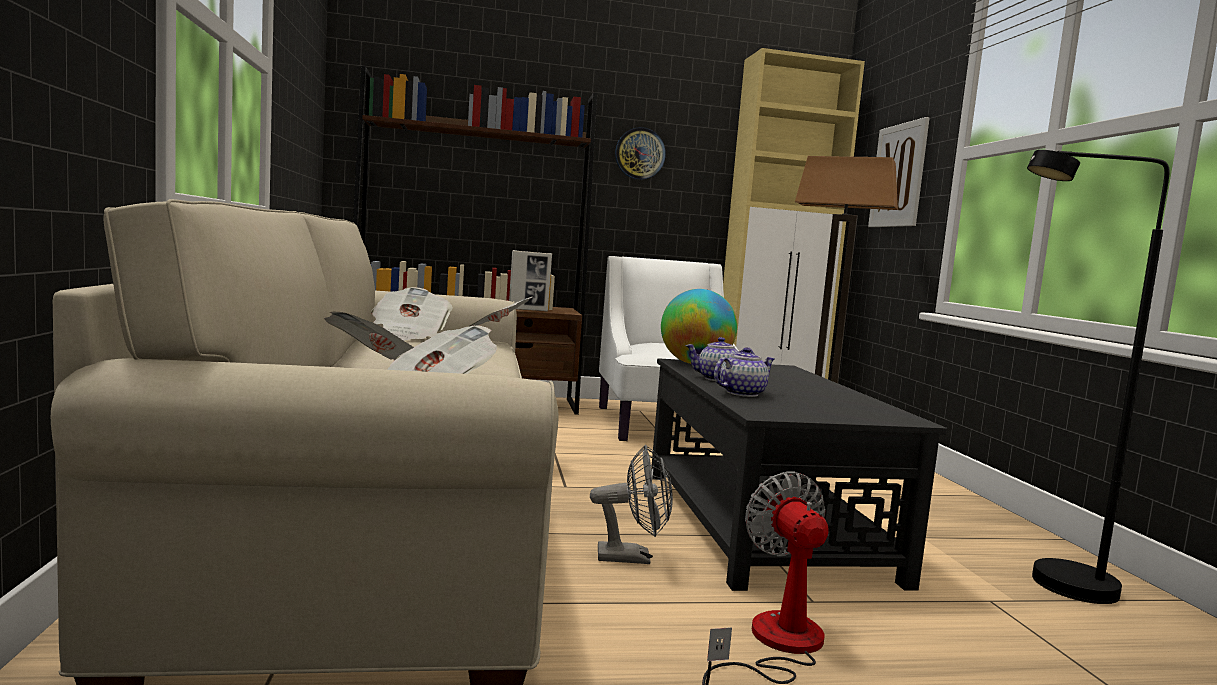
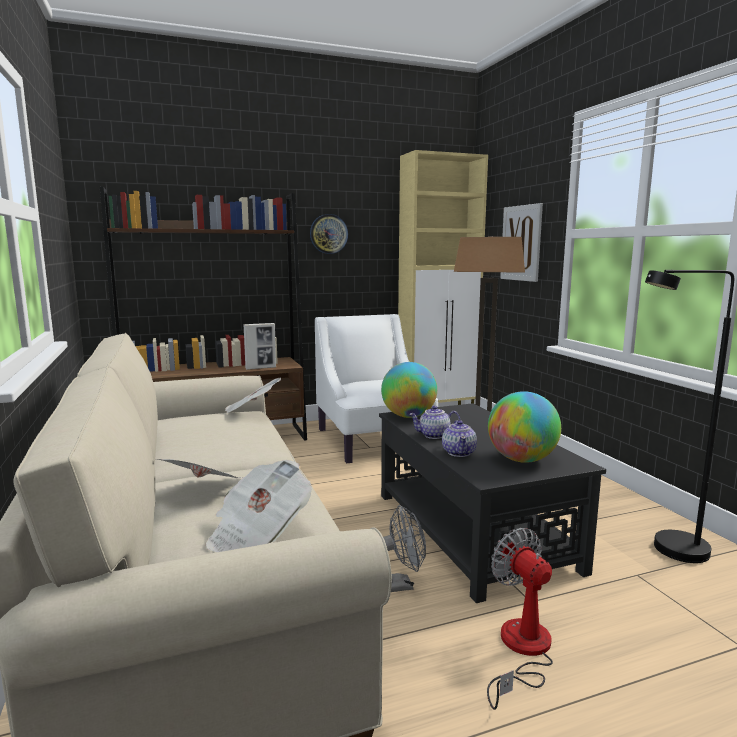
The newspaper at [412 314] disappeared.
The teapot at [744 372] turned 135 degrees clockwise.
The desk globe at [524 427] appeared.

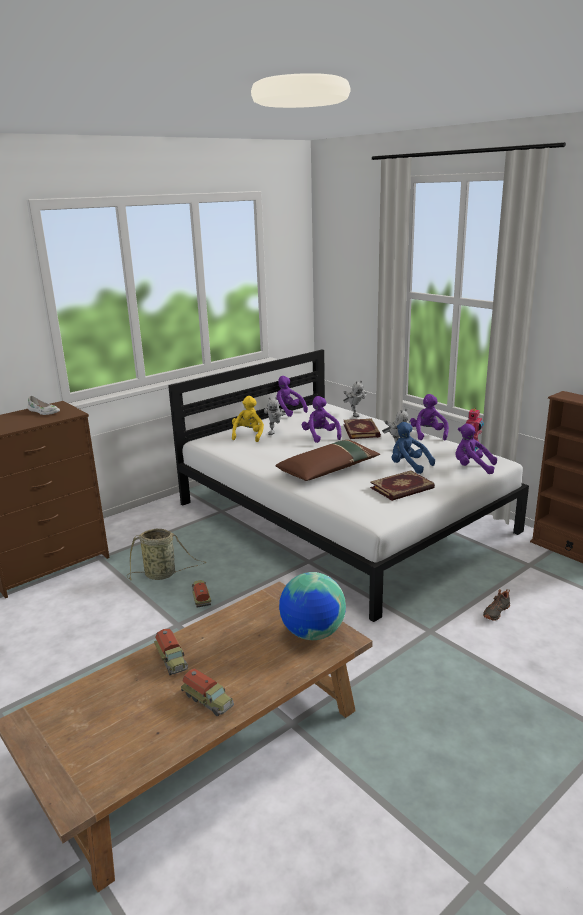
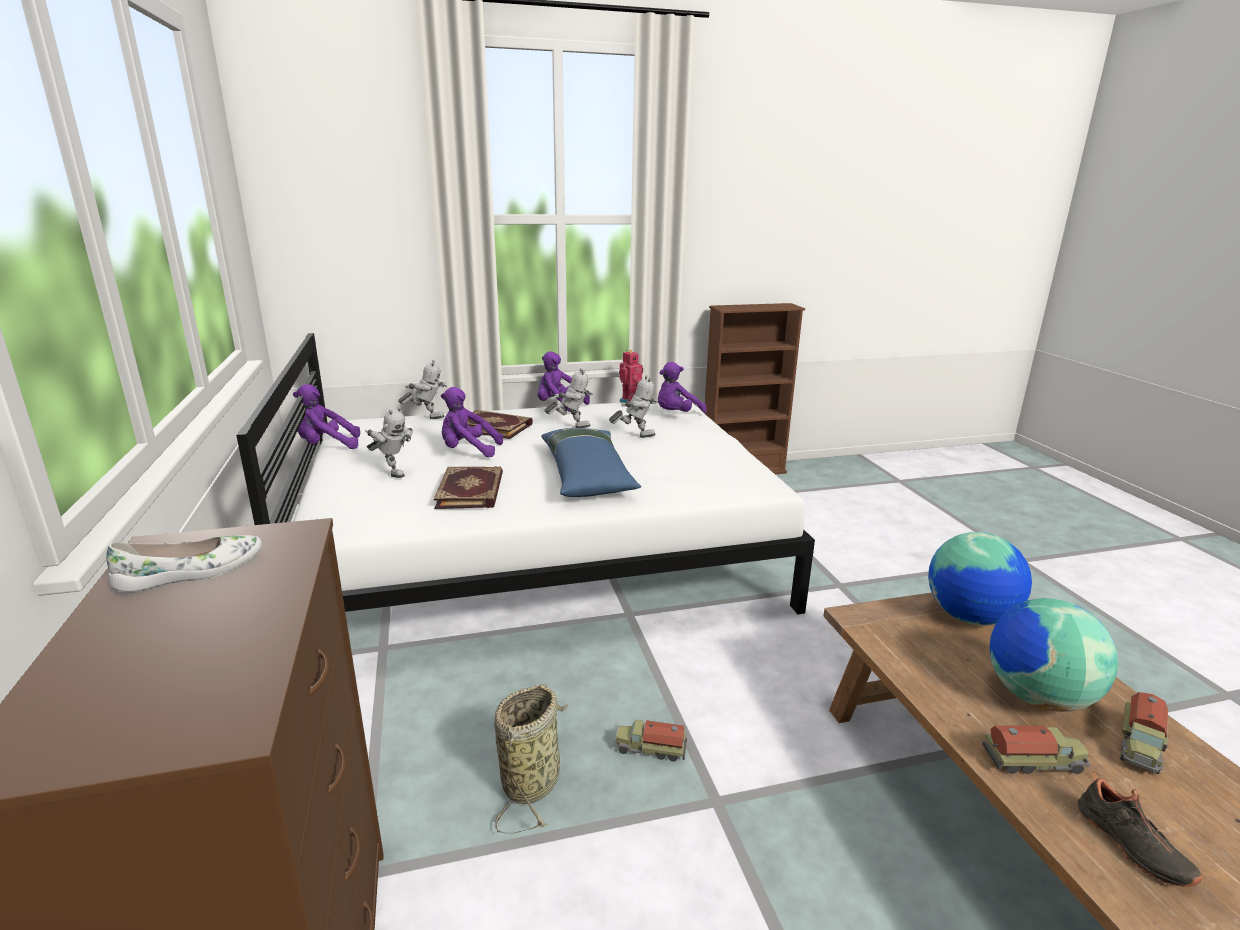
The yellow plush toy at [248 419] disappeared.
The blue-coloured plush toy at [413 448] was replaced by the model robot at [633 406].
The brown-coloured throw pillow at [327 460] became the blue-coloured throw pillow at [591 462].
The book moved from [402 486] to [468 487].
The blackish item of footwear moved from [496 605] to [1140 829].
The toy truck at [207 692] turned 150 degrees clockwise.
The desk globe at [1053 655] appeared.

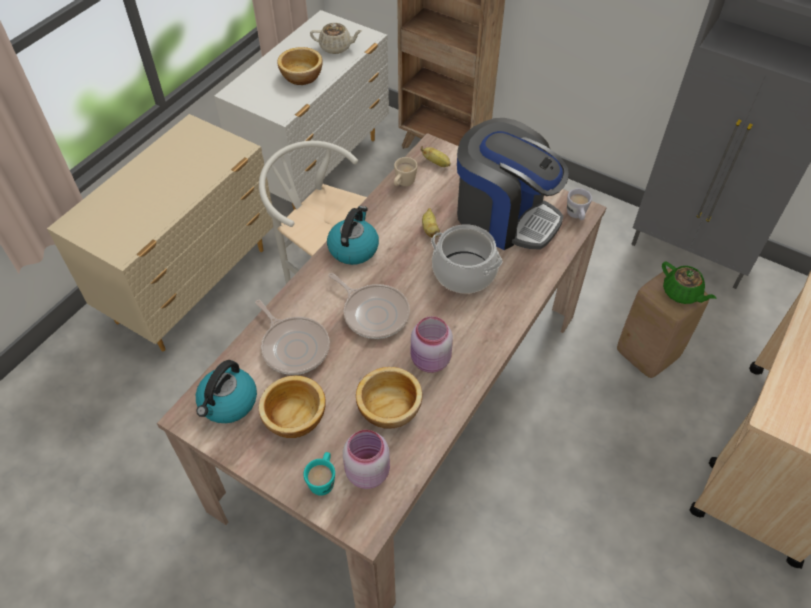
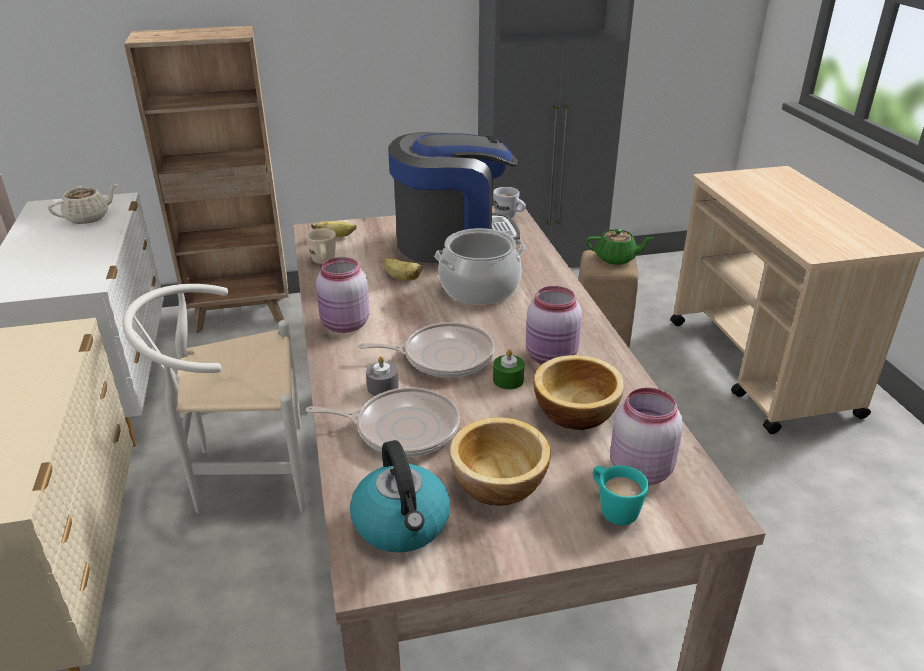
The bowl at [300 66] disappeared.
The kettle at [353 235] was replaced by the pink jar at [343 295].
The greenish wax candle at [509 369] appeared.
The gray wax candle at [382 376] appeared.

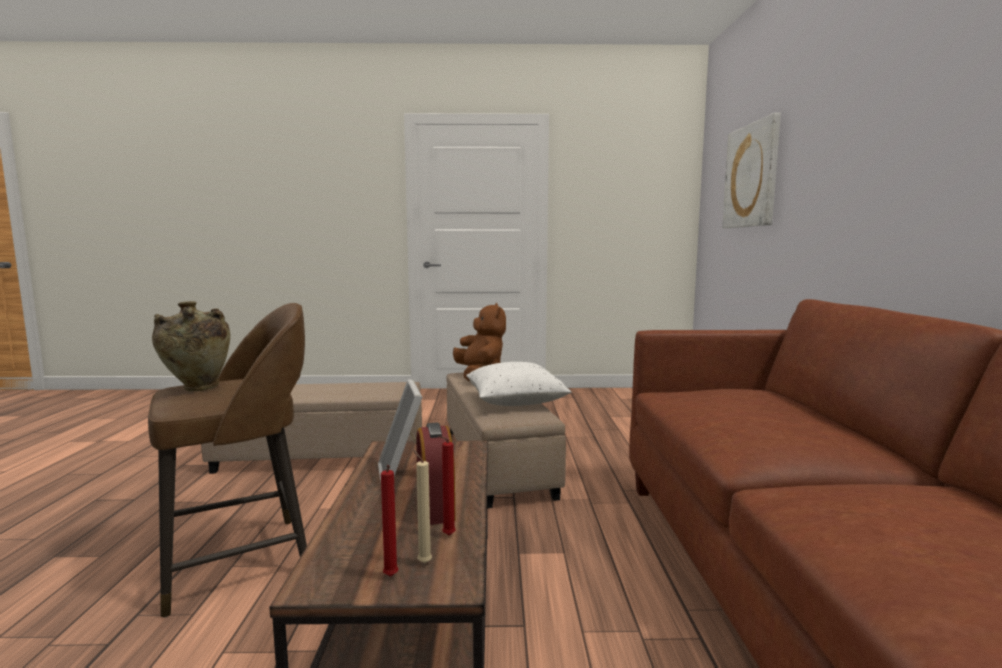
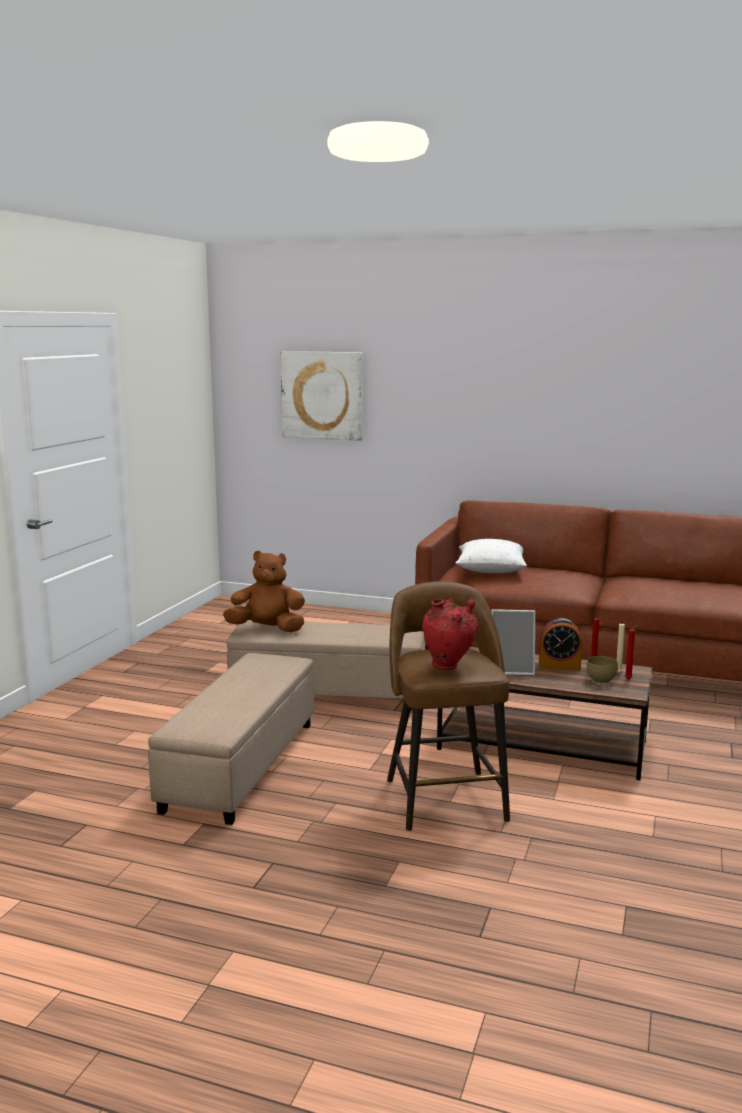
The sand-coloured flower vase at [191 346] became the reddish flower vase at [450 634].
The white-coloured throw pillow moved from [518 384] to [491 556].
The brown-coloured bowl at [602 670] appeared.

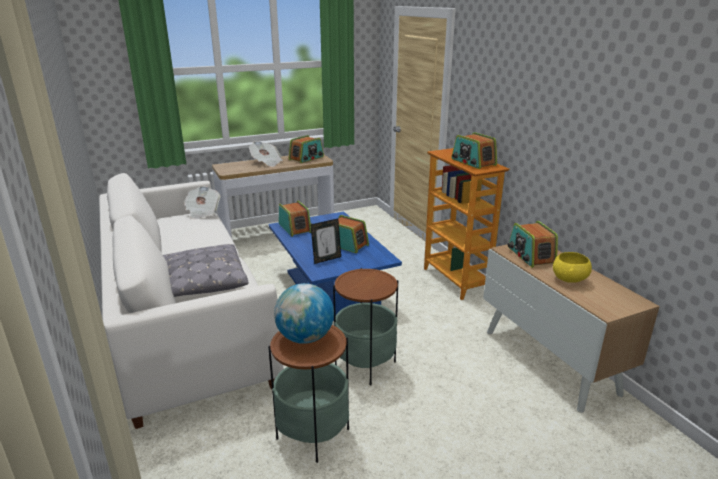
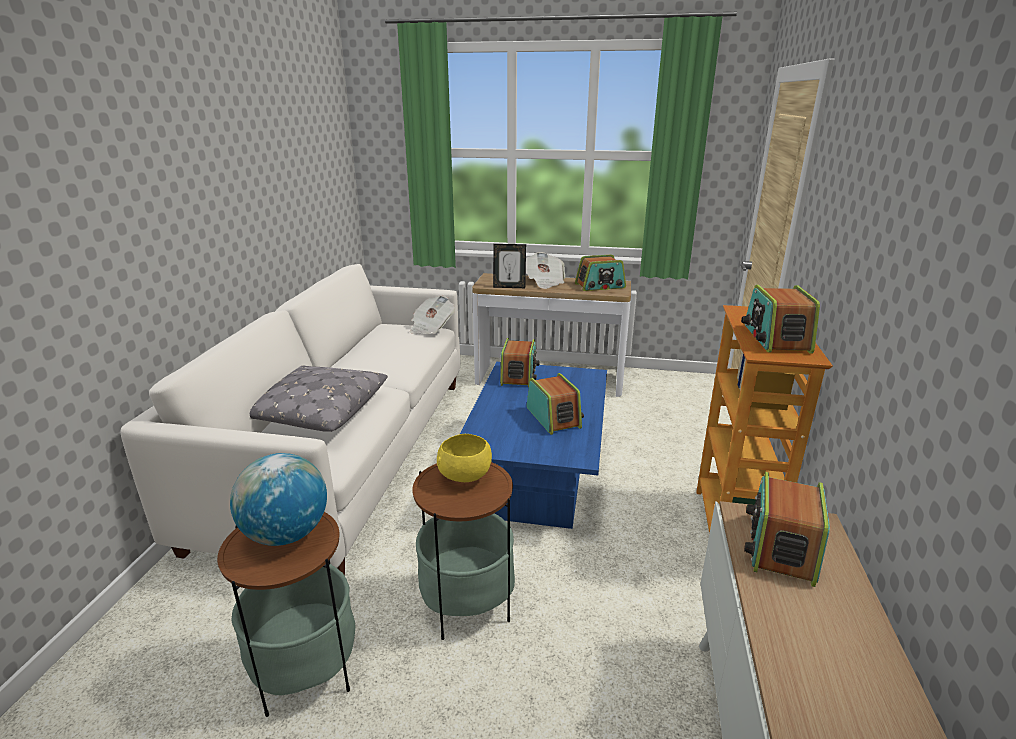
The photo frame moved from [325 241] to [509 266].
The yellow bowl moved from [572 267] to [464 458].

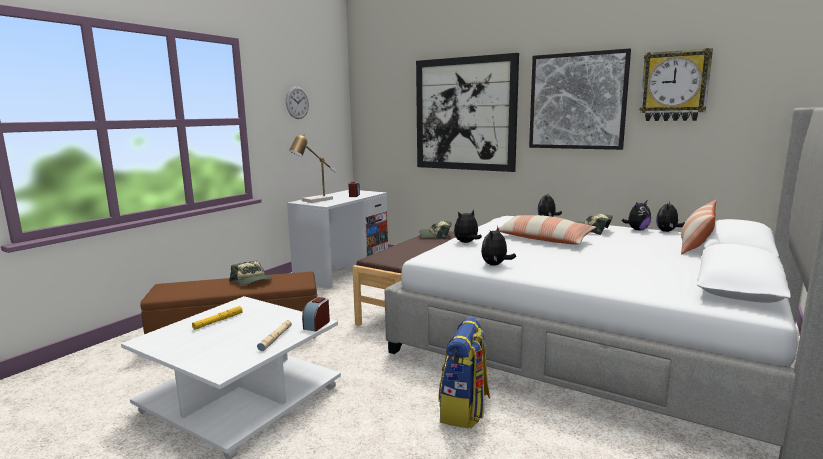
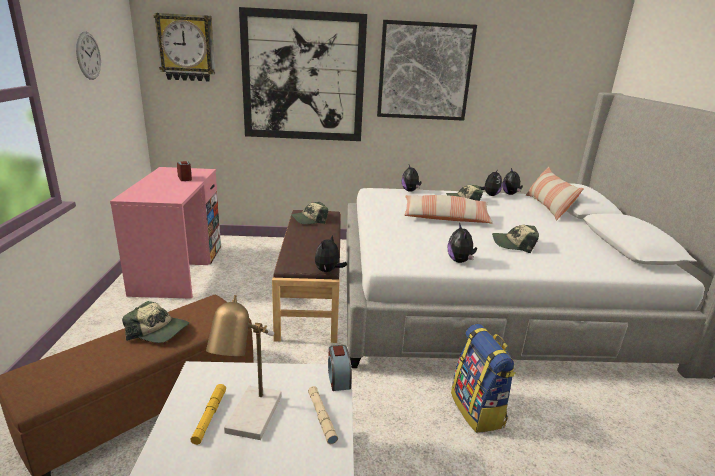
The hanging clock moved from [676 84] to [184 47].
The tabletop lamp moved from [312 168] to [244 367].
The white-coloured desk at [337 239] became the pink desk at [165 233].
The plush toy moved from [468 226] to [331 253].
The peaked cap at [515 239] appeared.

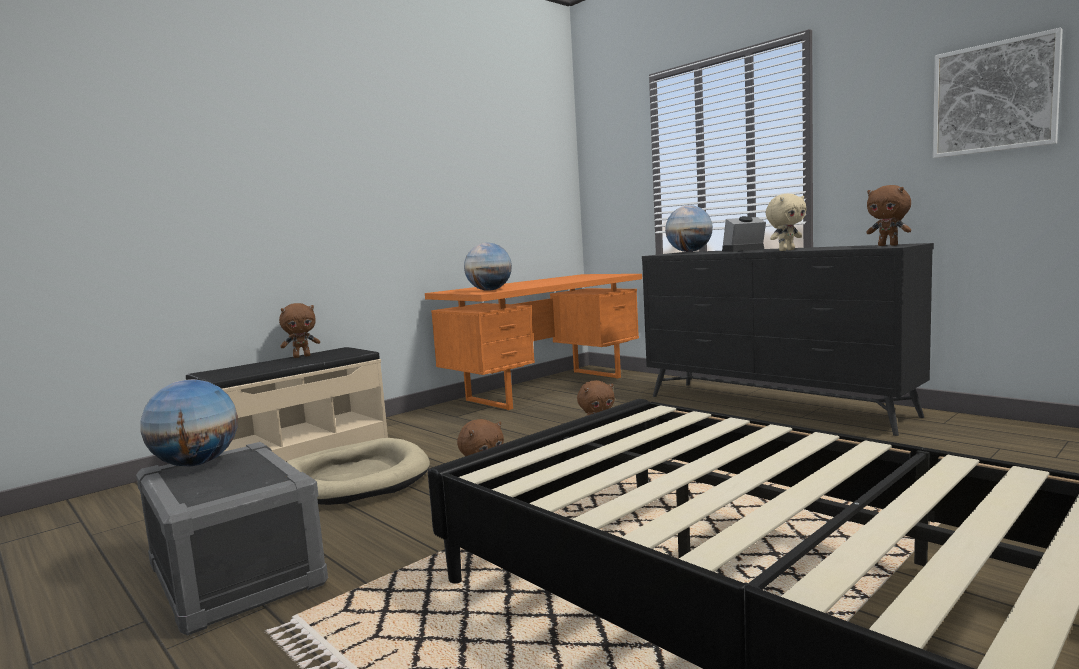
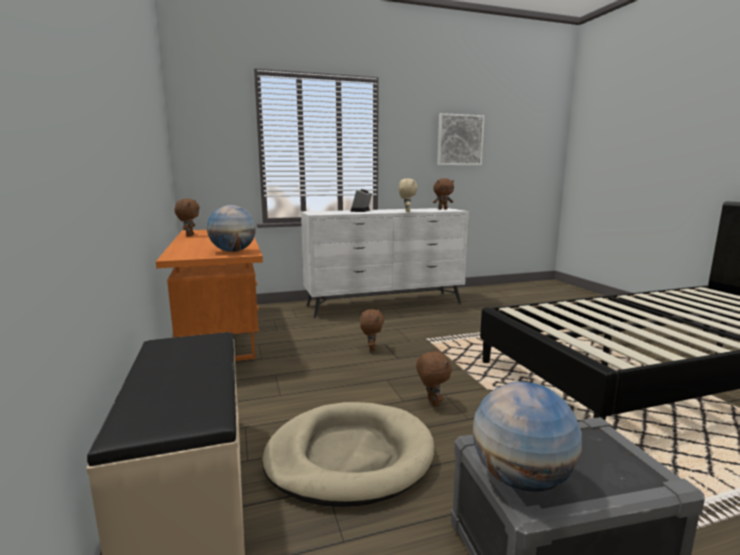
The desk globe at [689 228] disappeared.
The blackish drawer chest at [788 339] became the white-coloured drawer chest at [385 263].
The brown-coloured plush toy moved from [299 330] to [187 217].

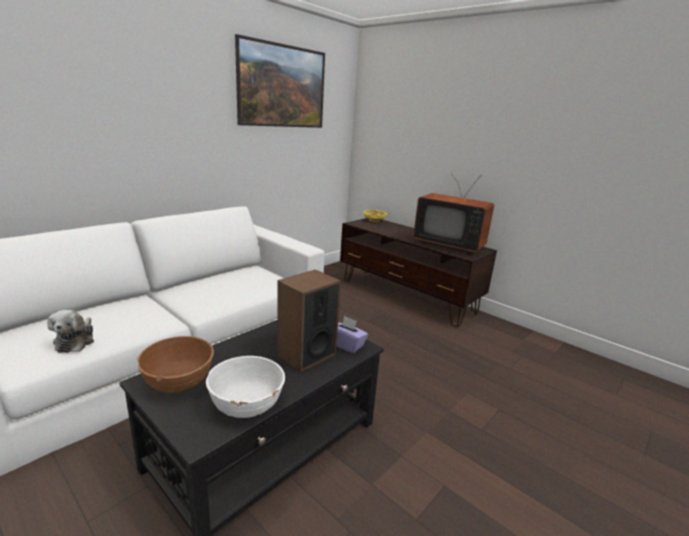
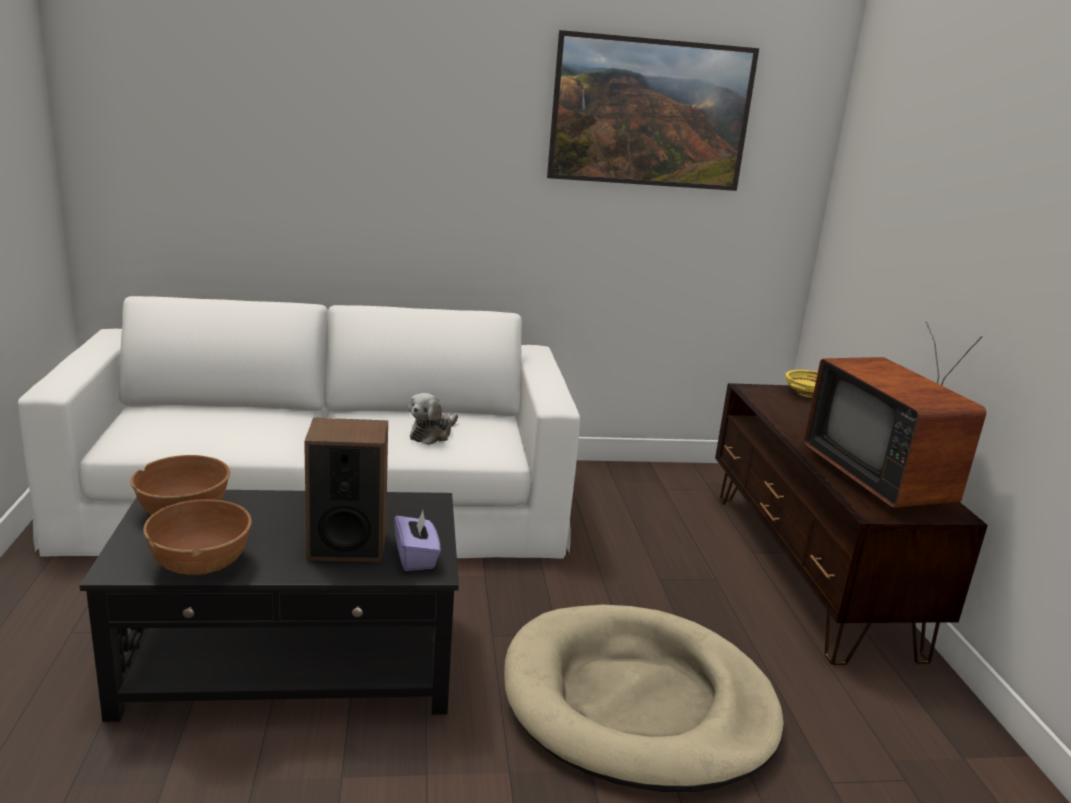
The plush toy moved from [70 331] to [433 419].
The white-coloured bowl at [245 387] became the brown-coloured bowl at [197 537].
The sand-coloured dog bed at [644 698] appeared.

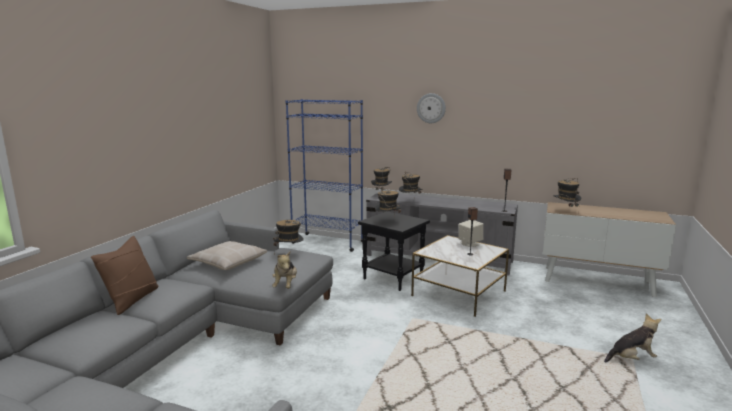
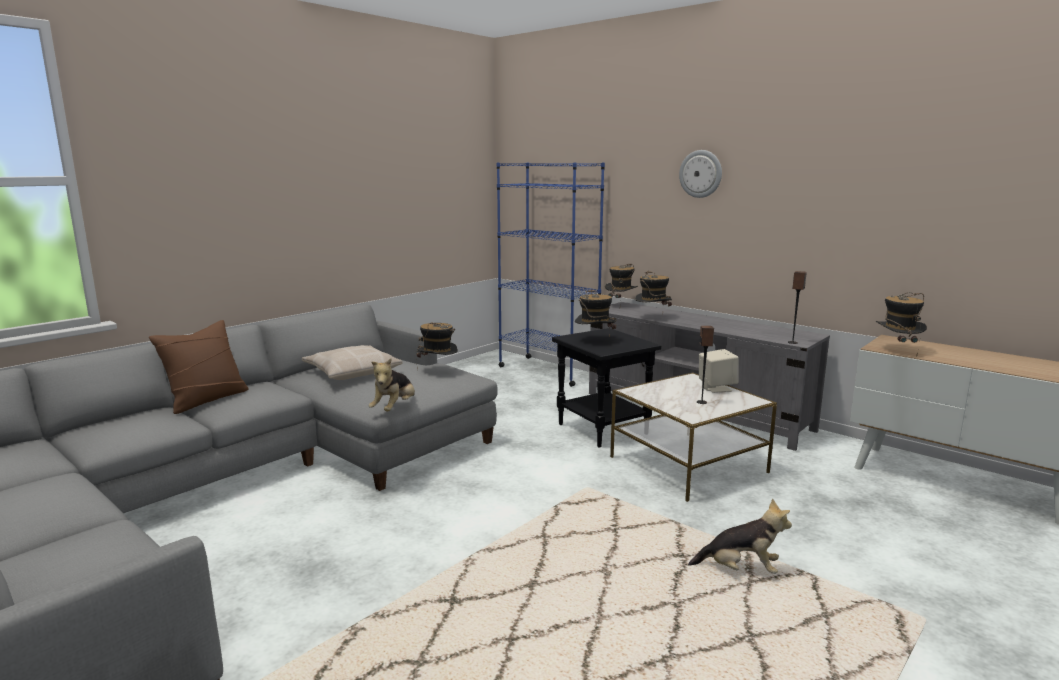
The plush toy moved from [632 337] to [740 536].

